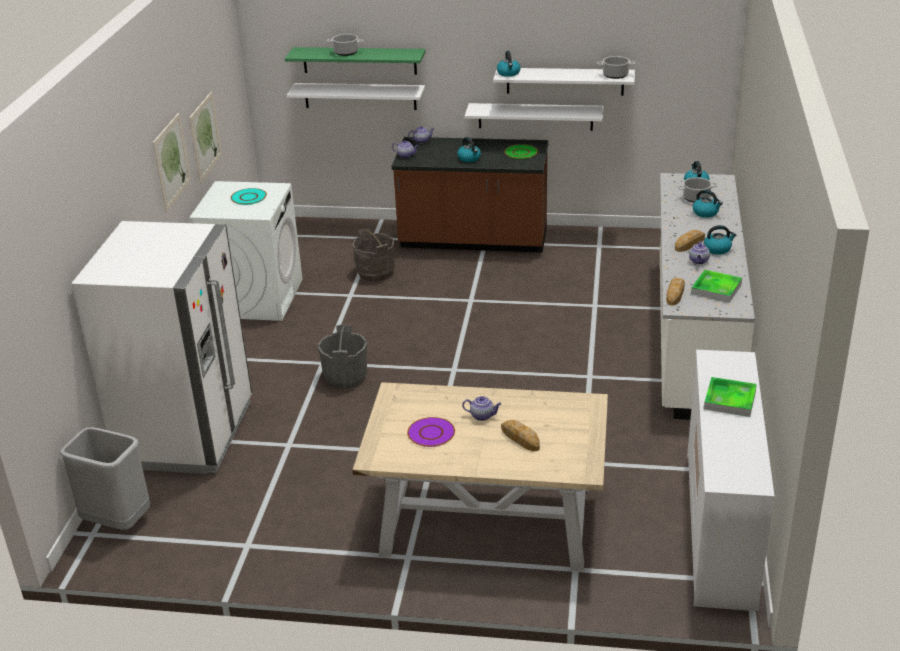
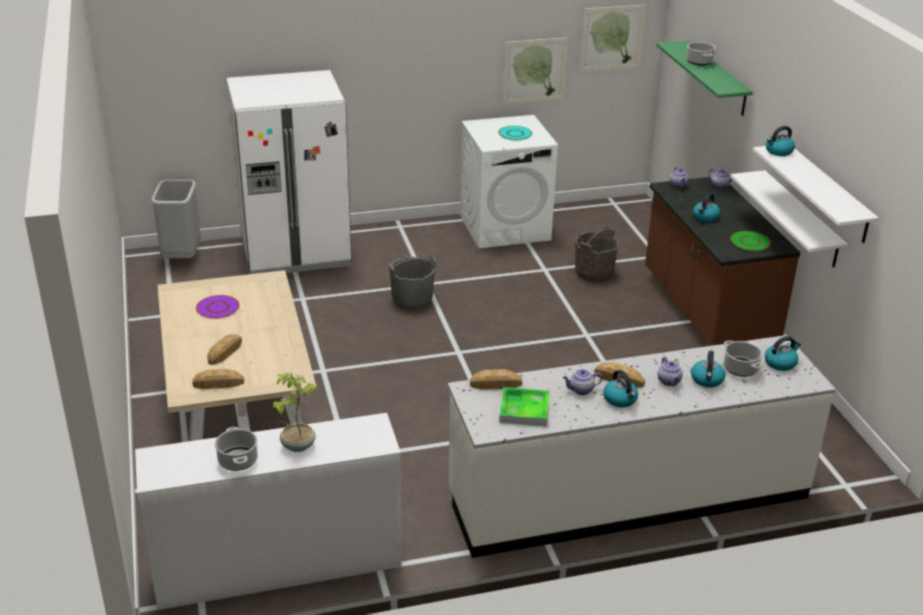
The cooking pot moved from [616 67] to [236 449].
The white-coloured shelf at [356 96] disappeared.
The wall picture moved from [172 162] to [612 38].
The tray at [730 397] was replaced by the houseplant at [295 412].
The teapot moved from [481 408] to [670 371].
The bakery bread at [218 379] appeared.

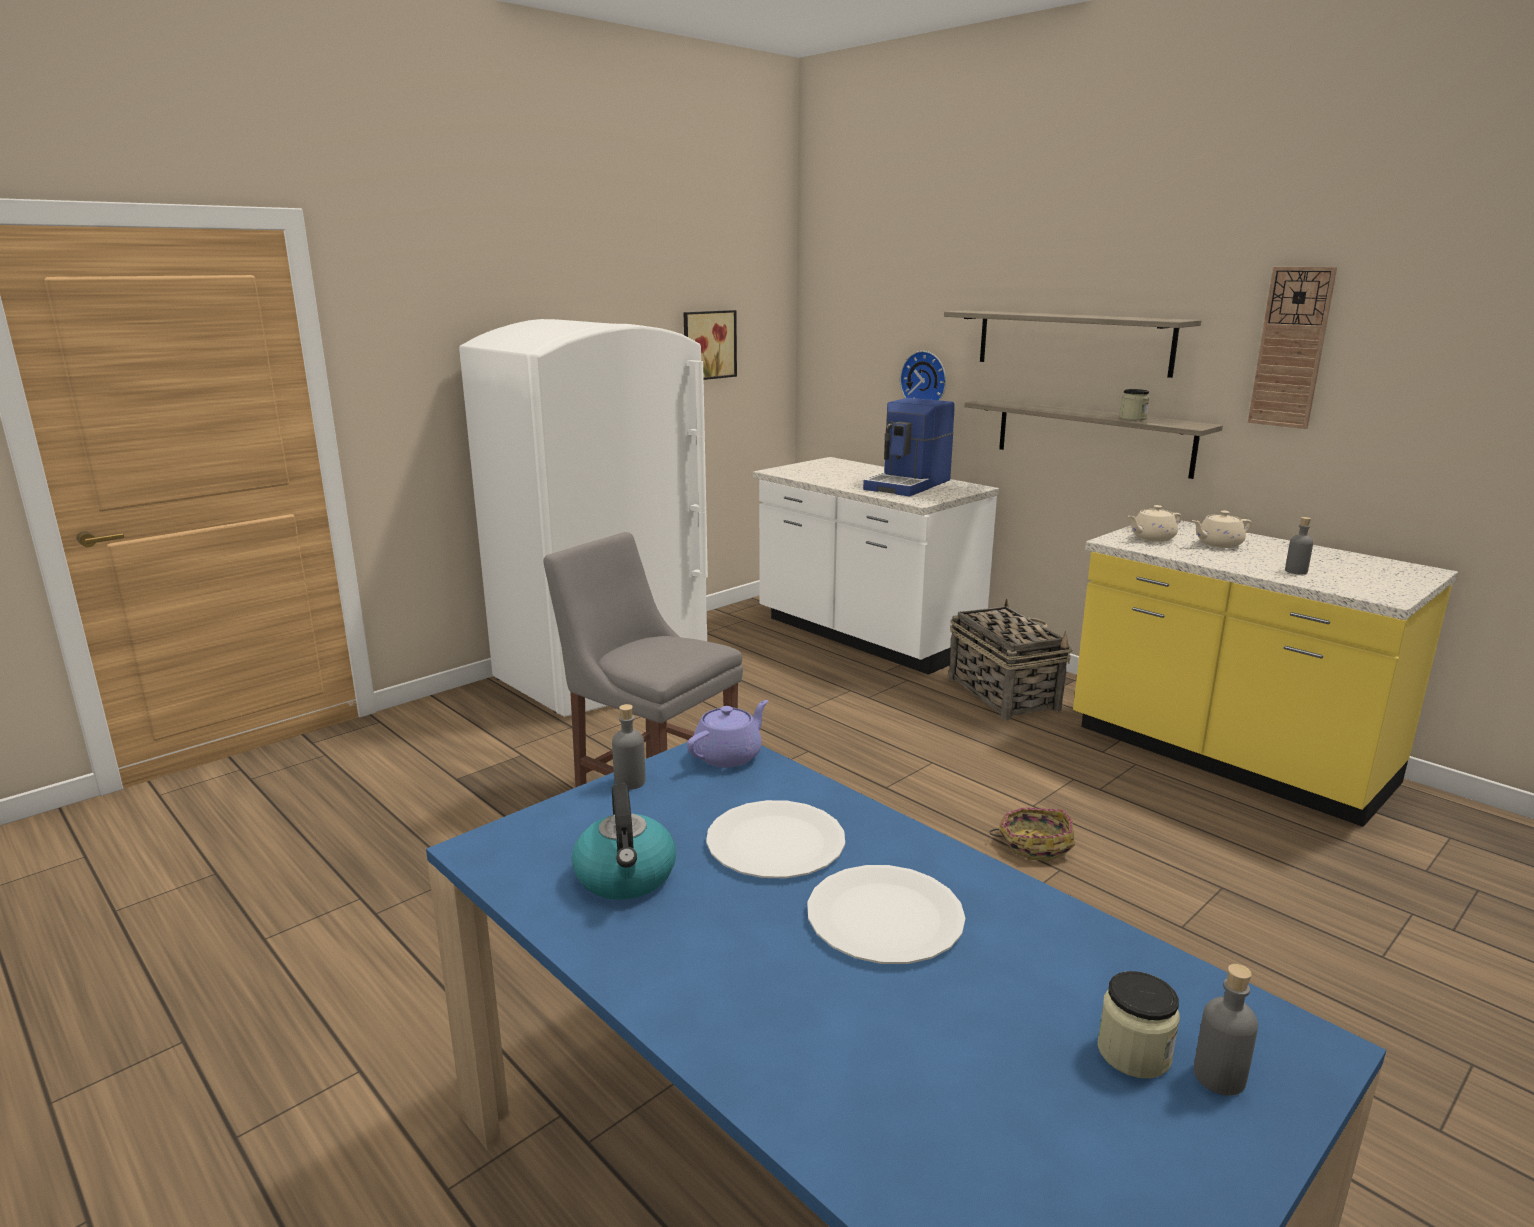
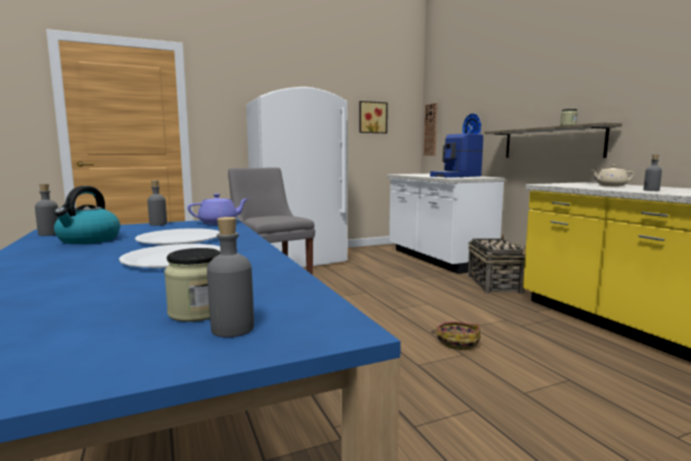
The hanging clock moved from [1292 348] to [430 129].
The shelf at [1073 344] disappeared.
The sand-coloured teapot at [1155 523] disappeared.
The gray drink bottle at [46 210] appeared.

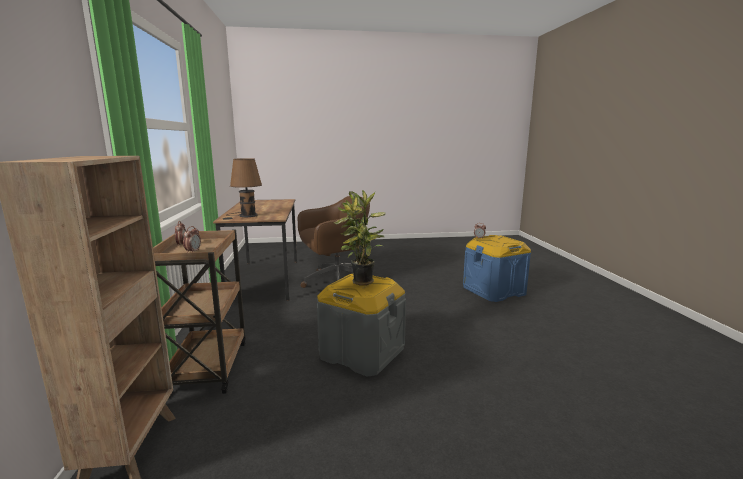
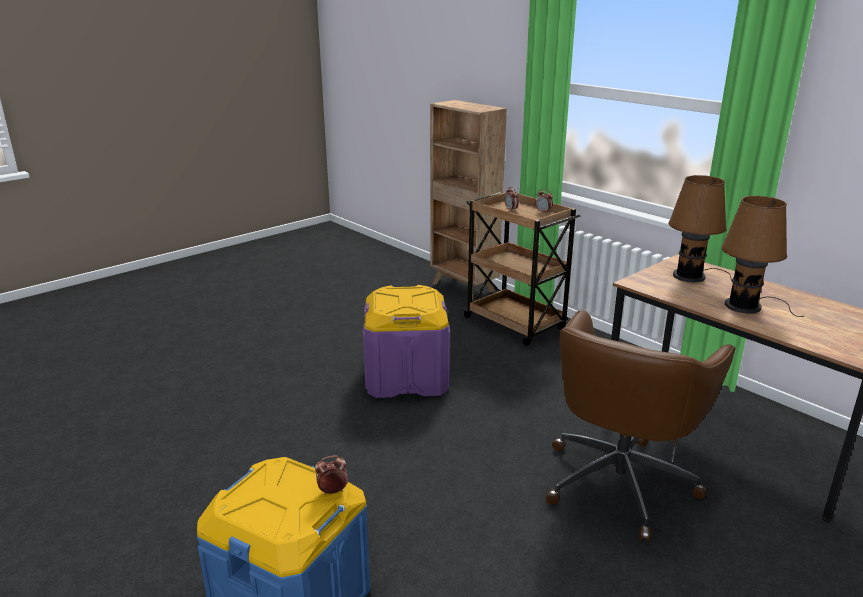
The houseplant at [359 237] disappeared.
The gray storage bin at [361 325] became the purple-coloured storage bin at [406 341].
The brown-coloured tabletop lamp at [762 256] appeared.

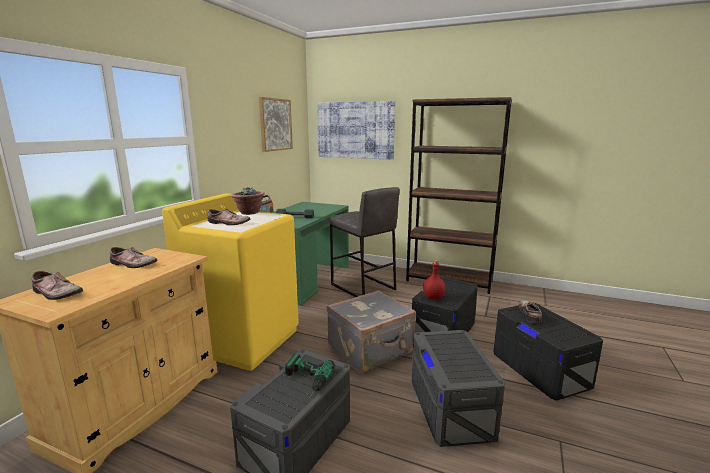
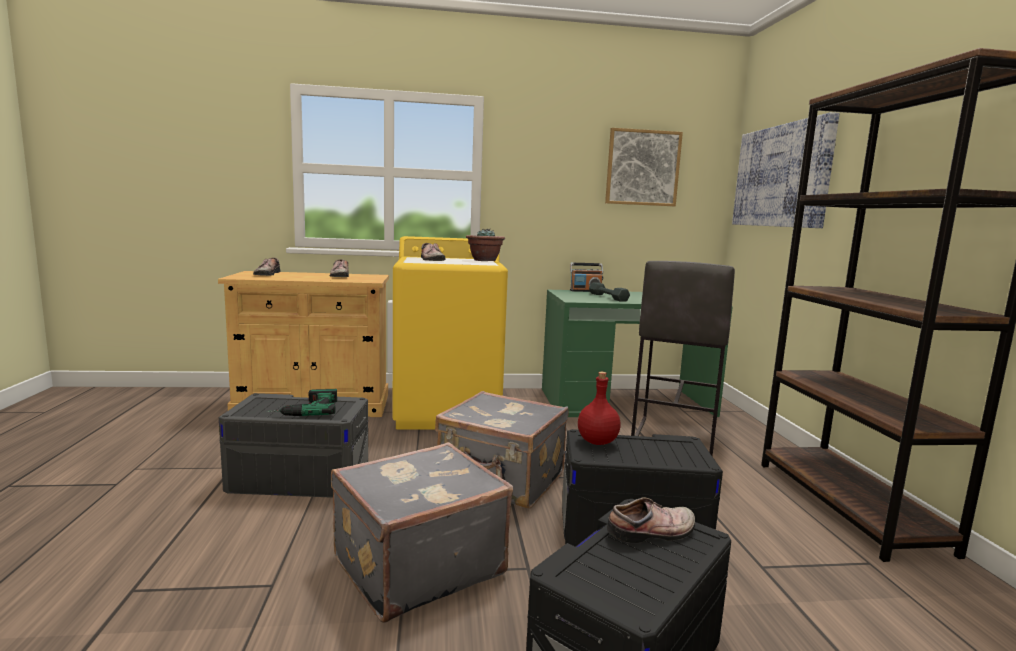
The gray storage bin at [458 388] was replaced by the gray piece of luggage at [422 532].

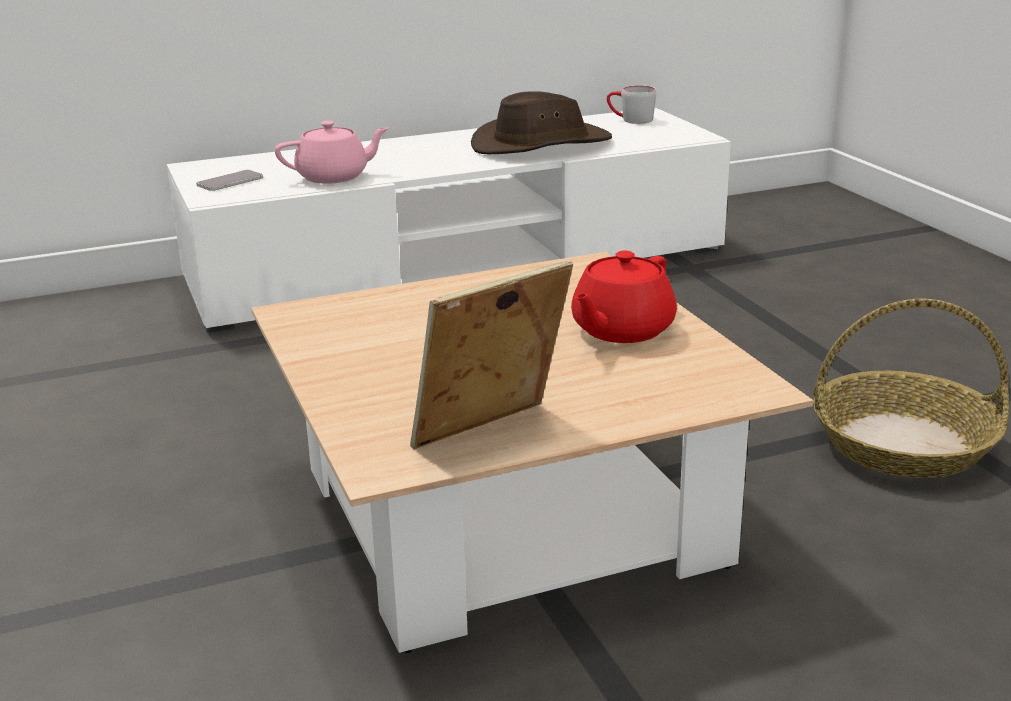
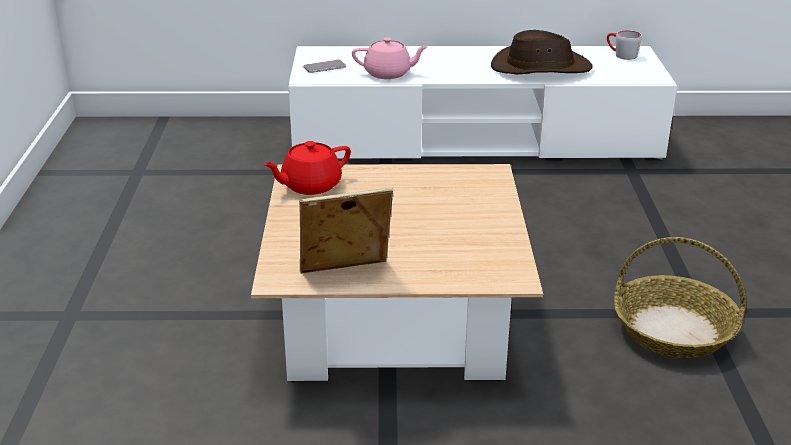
The reddish teapot moved from [624 297] to [307 168].

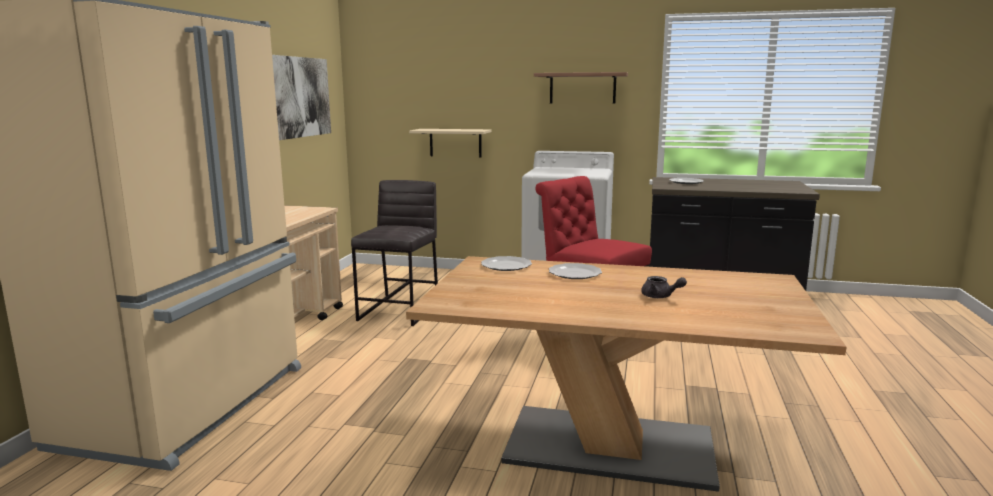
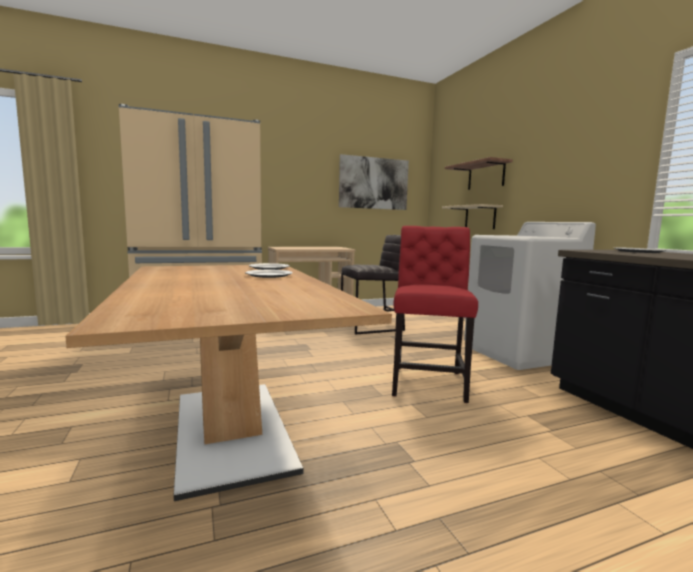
The shelf moved from [581 88] to [479 173].
The gray teapot at [664 287] disappeared.

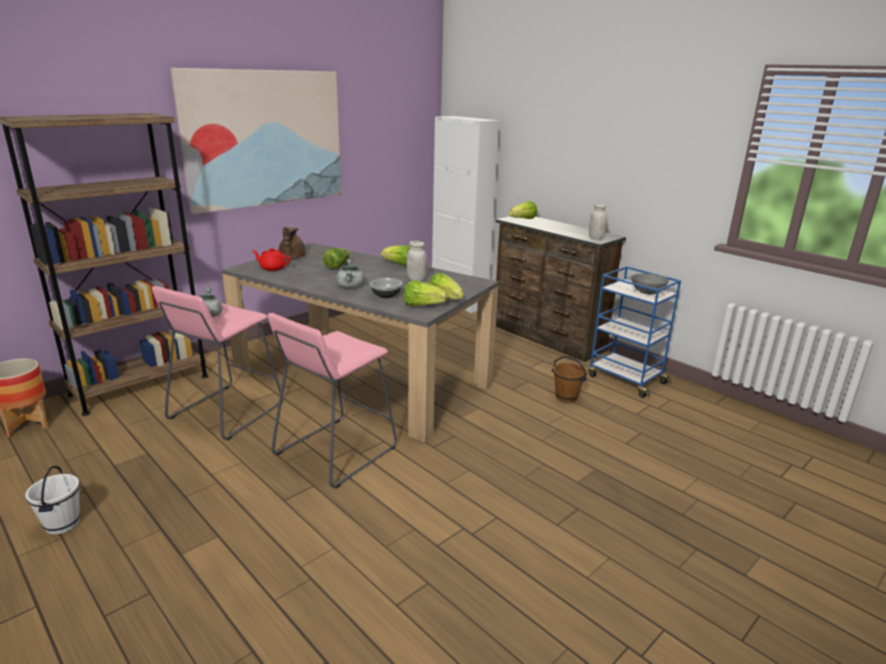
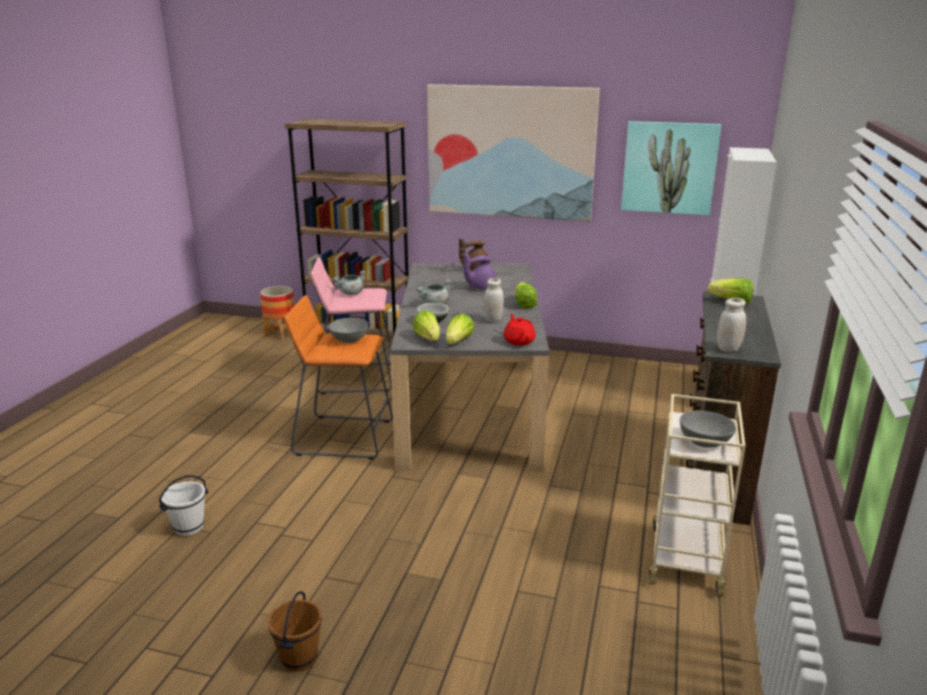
The reddish teapot moved from [271 259] to [520 329].
The head of lettuce at [336 258] was replaced by the purple-coloured teapot at [479 271].
The blue-coloured trolley at [634 332] became the sand-coloured trolley at [697 495].
The pink stool seat at [332 400] became the orange-coloured stool seat at [338 377].
The brown-coloured pail moved from [569 379] to [295 631].
The white-coloured pail moved from [52 500] to [183 505].
The wall picture at [671 168] appeared.
The gray bowl at [348 330] appeared.

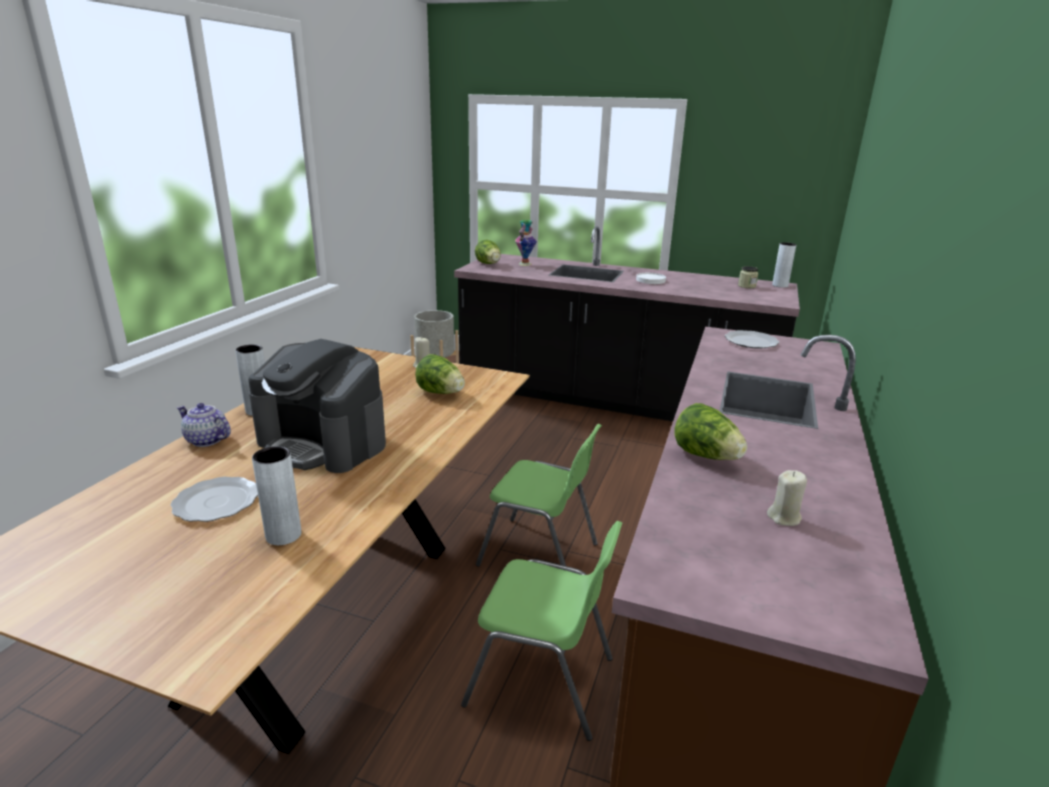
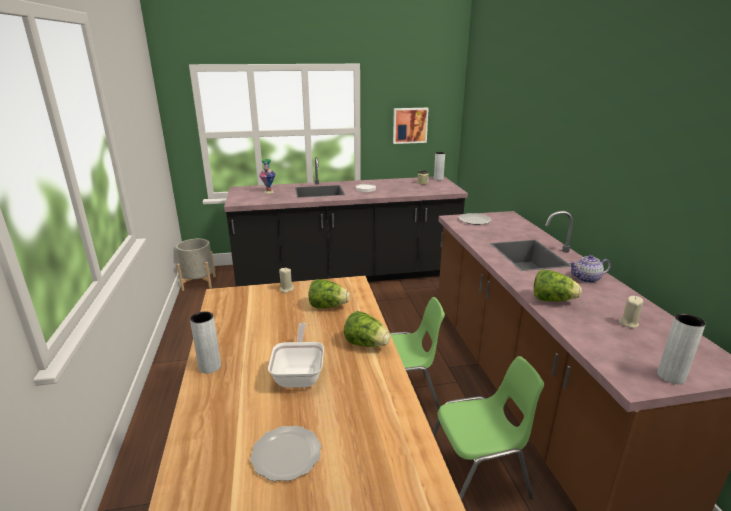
The head of lettuce moved from [488 252] to [367 329].
The coffee maker at [317 406] was replaced by the skillet at [296 355].
The teapot moved from [204 425] to [590 269].
The gray flower vase moved from [276 495] to [681 348].
The wall picture at [411 126] appeared.

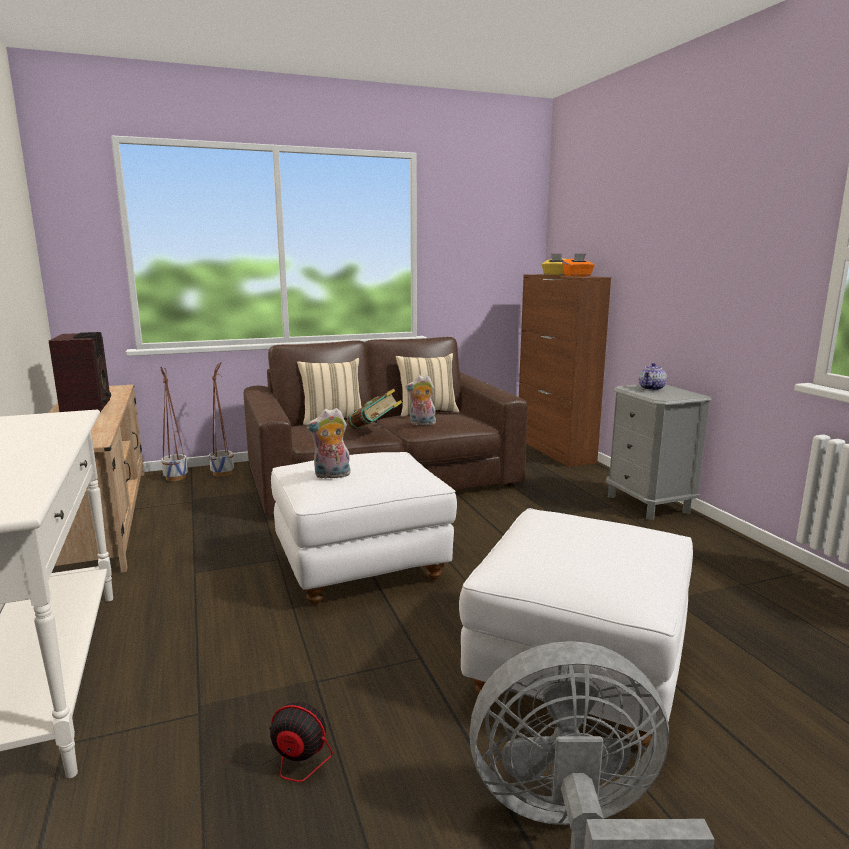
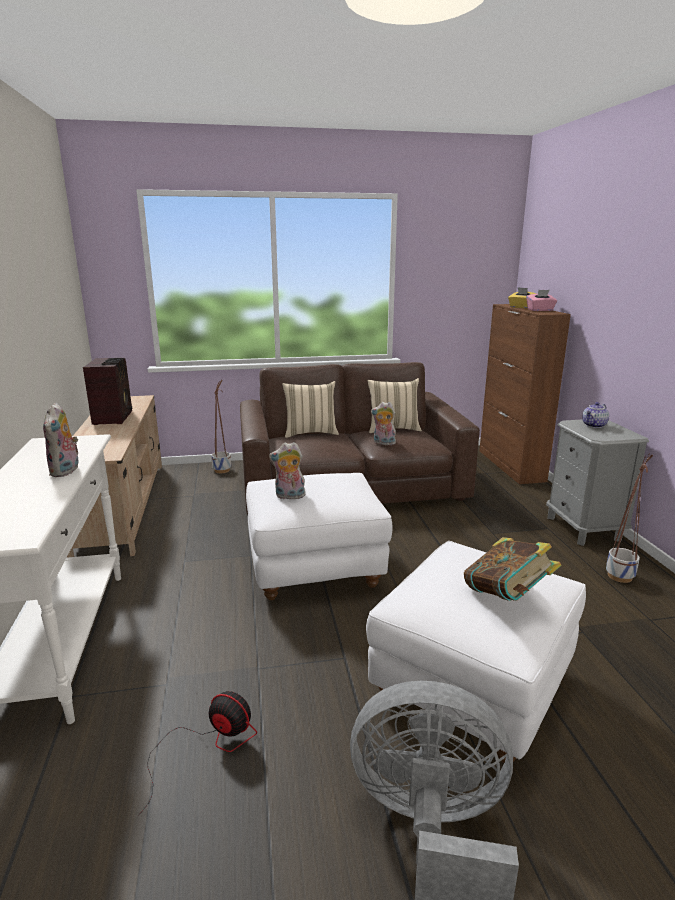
The orange-coloured box of tissues at [578 264] became the pink box of tissues at [541 300].
The planter moved from [174 423] to [629 518].
The book moved from [374 409] to [512 569].
The plush toy at [62 439] appeared.

